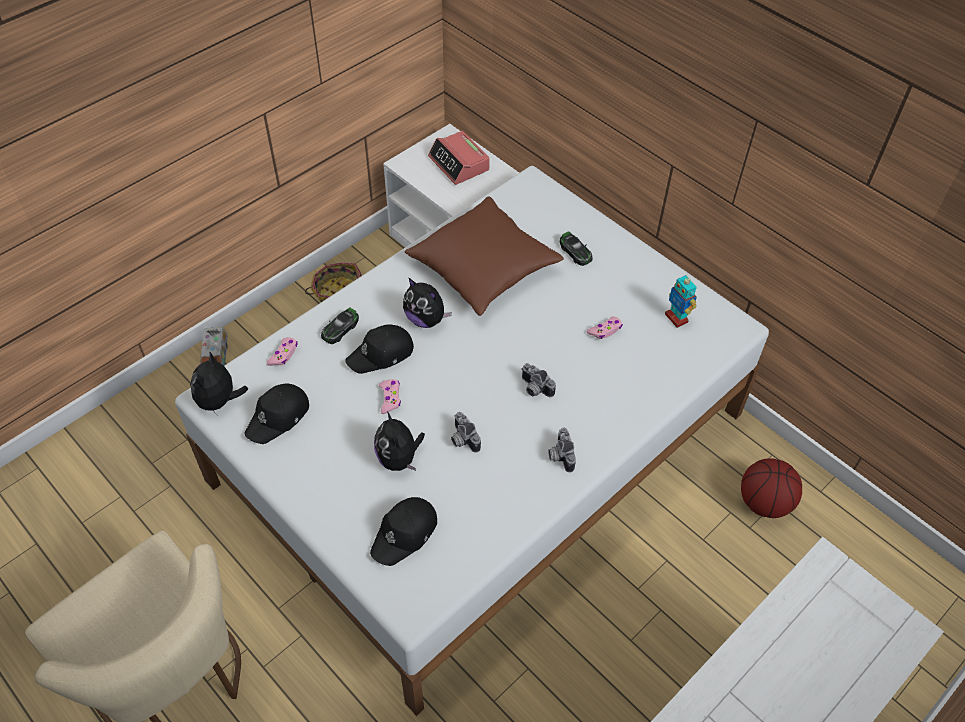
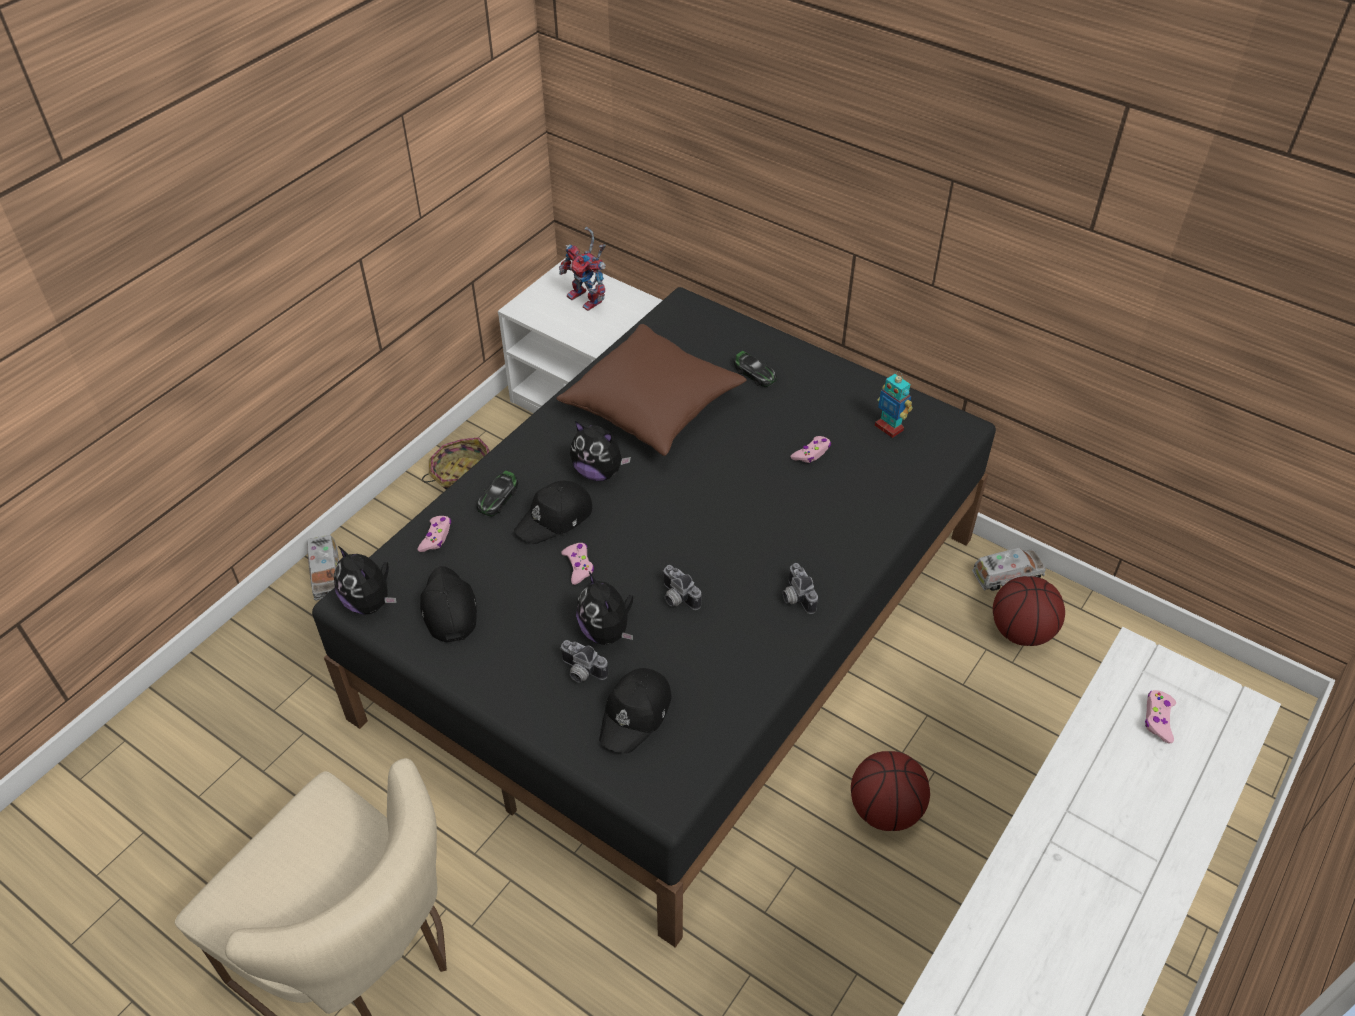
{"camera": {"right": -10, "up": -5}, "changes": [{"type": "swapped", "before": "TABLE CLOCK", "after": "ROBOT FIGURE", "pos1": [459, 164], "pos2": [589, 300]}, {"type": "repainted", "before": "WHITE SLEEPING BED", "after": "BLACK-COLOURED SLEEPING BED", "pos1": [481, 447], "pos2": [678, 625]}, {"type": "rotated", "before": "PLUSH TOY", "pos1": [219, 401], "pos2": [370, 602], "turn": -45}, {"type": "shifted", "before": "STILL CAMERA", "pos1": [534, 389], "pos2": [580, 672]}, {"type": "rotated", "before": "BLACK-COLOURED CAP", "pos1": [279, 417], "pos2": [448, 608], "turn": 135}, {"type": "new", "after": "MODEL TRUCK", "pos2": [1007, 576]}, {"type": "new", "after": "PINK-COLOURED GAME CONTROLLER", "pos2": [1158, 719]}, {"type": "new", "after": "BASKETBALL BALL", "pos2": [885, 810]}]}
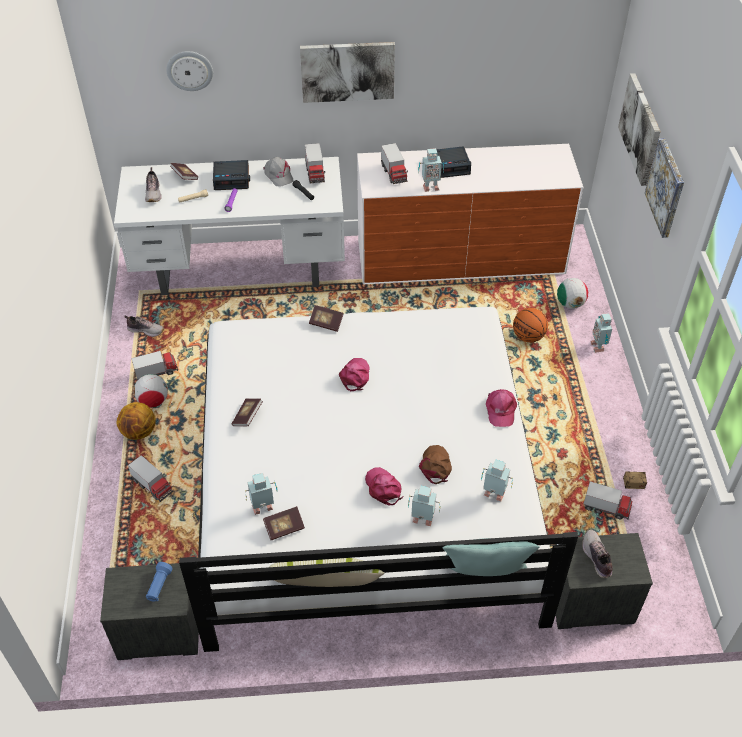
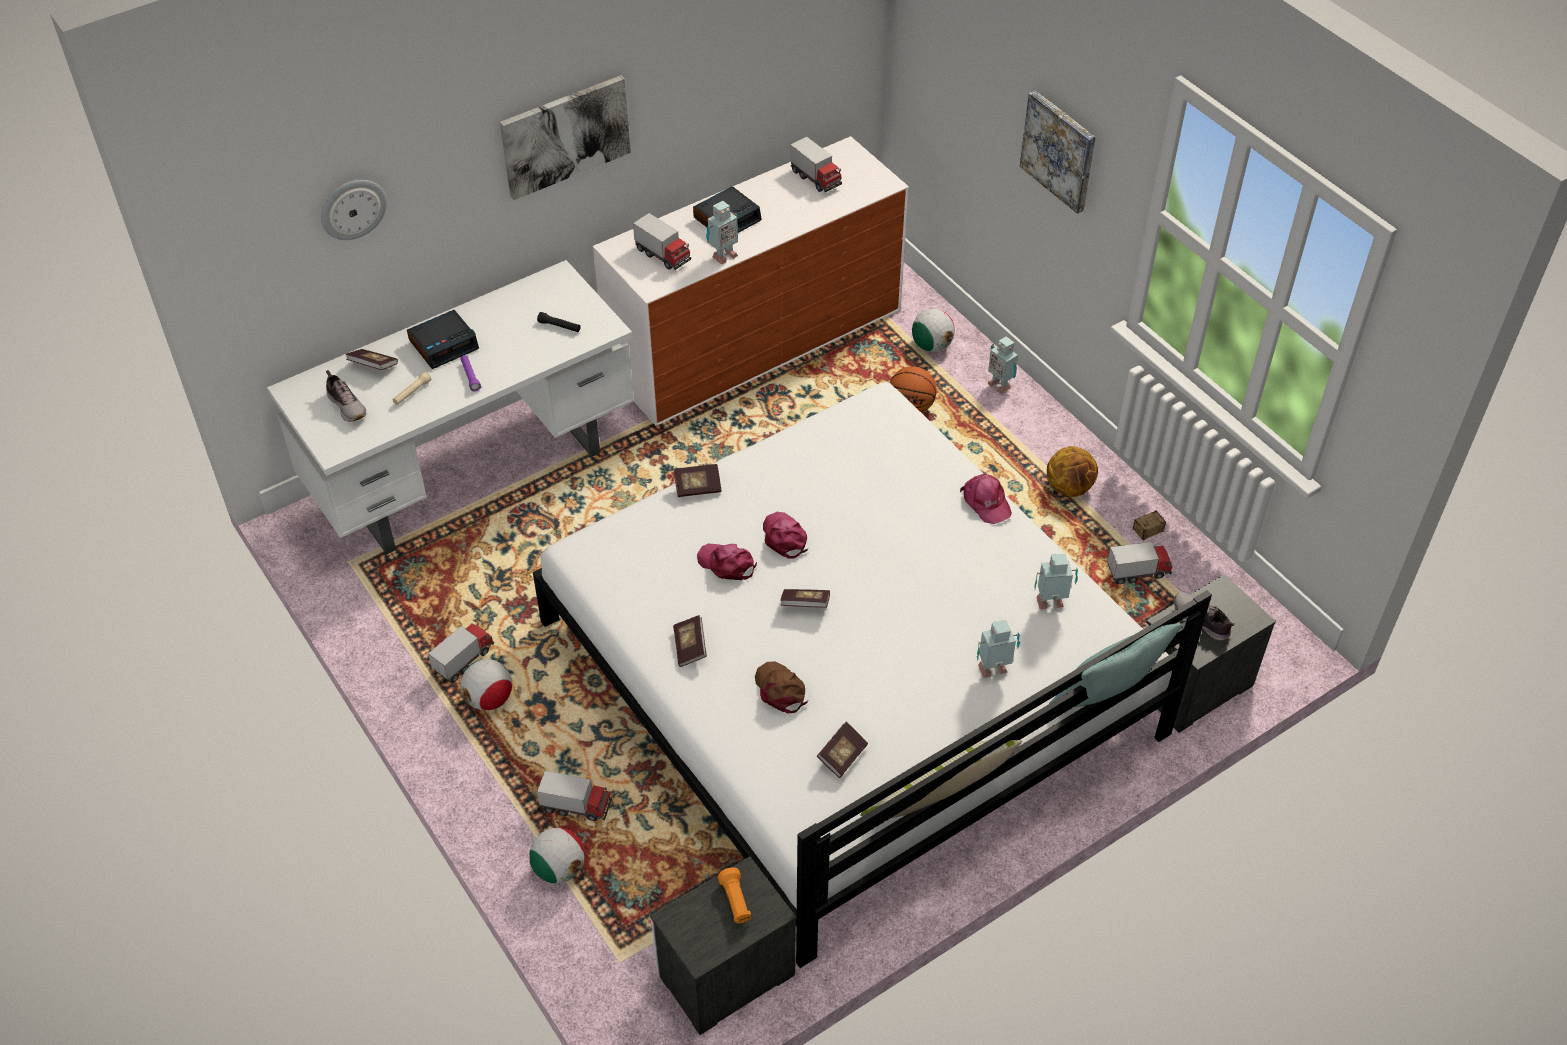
{"camera": {"right": -30, "up": 0}, "changes": [{"type": "gone", "before": "WALL PICTURE", "pos1": [640, 129]}, {"type": "shifted", "before": "MODEL TRUCK", "pos1": [315, 173], "pos2": [815, 178]}, {"type": "gone", "before": "GREY CAP", "pos1": [278, 175]}, {"type": "gone", "before": "LOW SHOE", "pos1": [146, 330]}, {"type": "shifted", "before": "BASKETBALL BALL", "pos1": [139, 432], "pos2": [1070, 488]}, {"type": "shifted", "before": "BROWN CAP", "pos1": [435, 466], "pos2": [780, 690]}, {"type": "shifted", "before": "PINK-COLOURED CAP", "pos1": [383, 488], "pos2": [727, 564]}, {"type": "gone", "before": "ROBOT FIGURE", "pos1": [263, 509]}, {"type": "repainted", "before": "BLUISH TORCH", "after": "ORANGE TORCH", "pos1": [159, 586], "pos2": [735, 902]}, {"type": "new", "after": "BOOK", "pos2": [805, 604]}, {"type": "new", "after": "FOOTBALL", "pos2": [559, 869]}]}
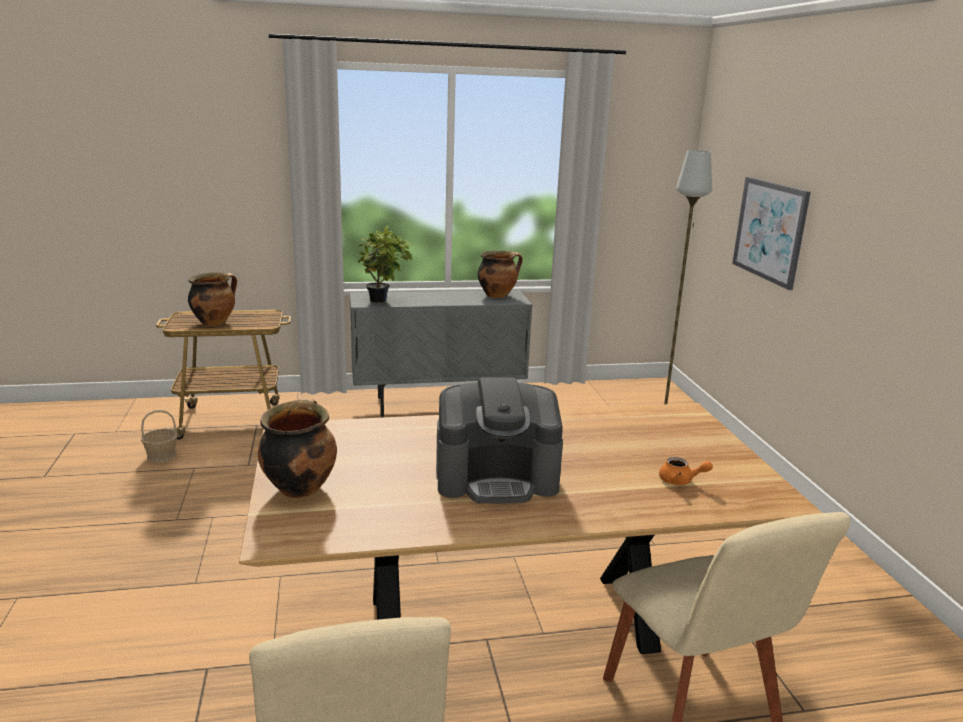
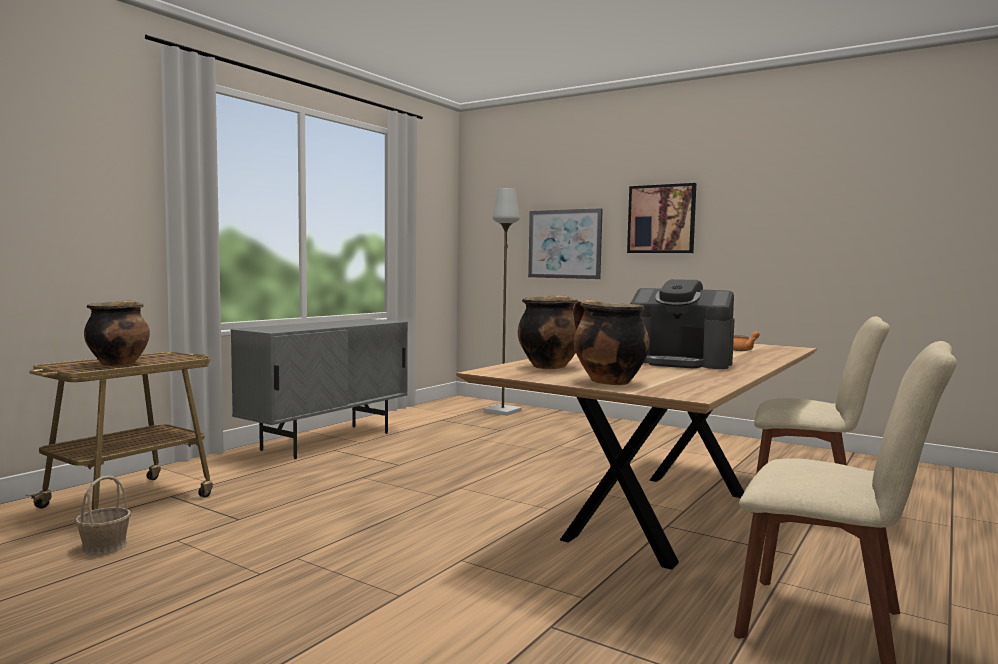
{"camera": {"right": -45, "up": -15}, "changes": [{"type": "gone", "before": "PLANT IN A POT", "pos1": [383, 301]}, {"type": "shifted", "before": "COOKING POT", "pos1": [497, 295], "pos2": [549, 366]}, {"type": "rotated", "before": "COFFEE MAKER", "pos1": [497, 478], "pos2": [679, 362], "turn": 75}, {"type": "new", "after": "WALL PICTURE", "pos2": [661, 219]}]}
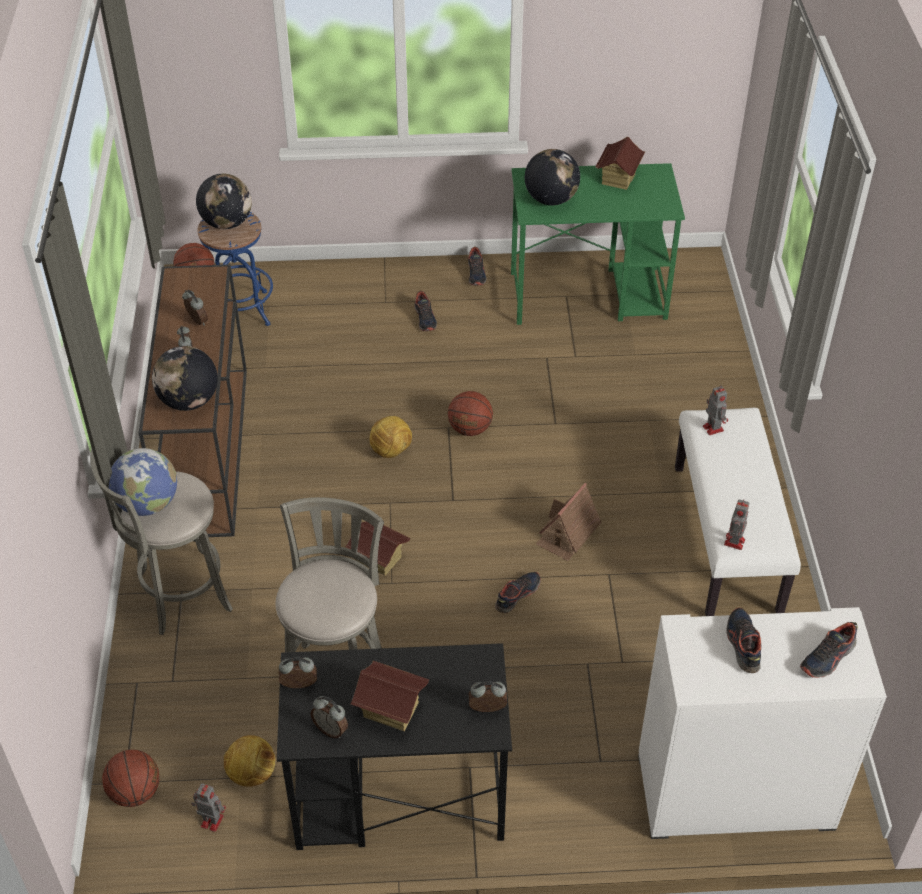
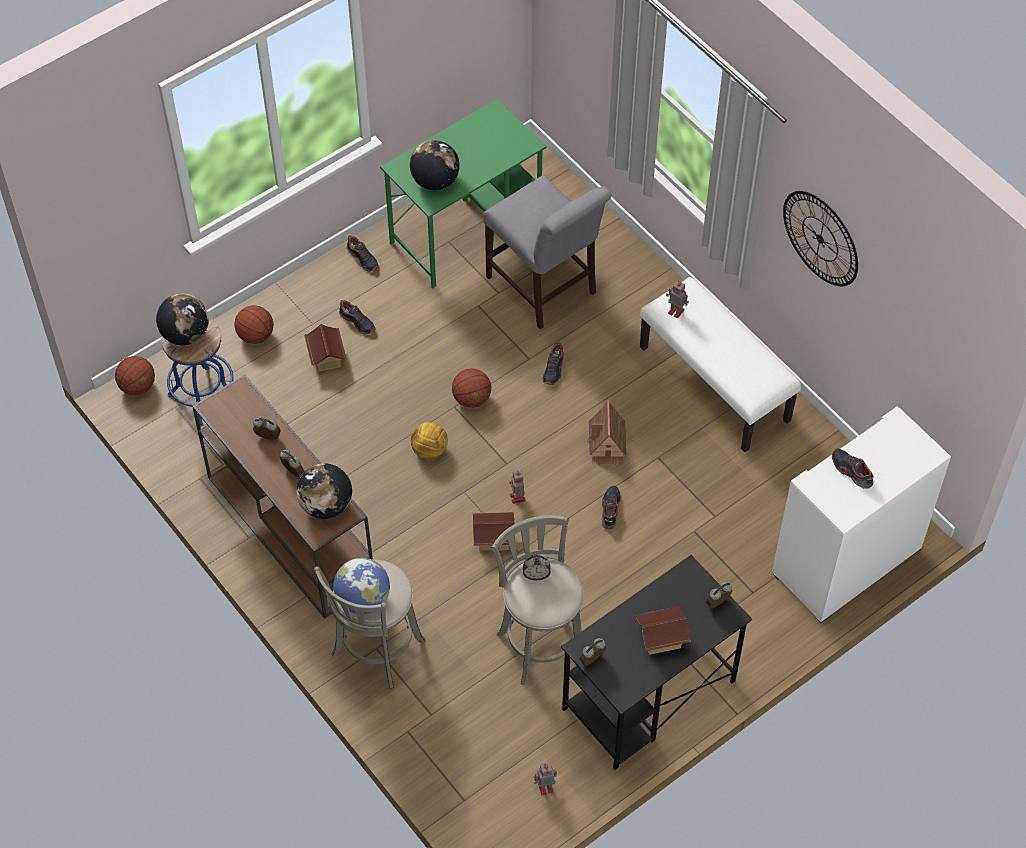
{"camera": {"right": -35, "up": 10}, "changes": [{"type": "shifted", "before": "TOY HOUSE", "pos1": [618, 178], "pos2": [326, 358]}, {"type": "shifted", "before": "ROBOT FIGURE", "pos1": [734, 543], "pos2": [518, 498]}, {"type": "shifted", "before": "LOW SHOE", "pos1": [828, 658], "pos2": [554, 369]}, {"type": "shifted", "before": "TABLE CLOCK", "pos1": [331, 729], "pos2": [536, 575]}, {"type": "gone", "before": "FOOTBALL", "pos1": [252, 774]}, {"type": "shifted", "before": "BASKETBALL BALL", "pos1": [135, 792], "pos2": [256, 336]}, {"type": "new", "after": "GREY CHAIR", "pos2": [544, 289]}, {"type": "new", "after": "CLOCK ON THE WALL", "pos2": [820, 238]}]}
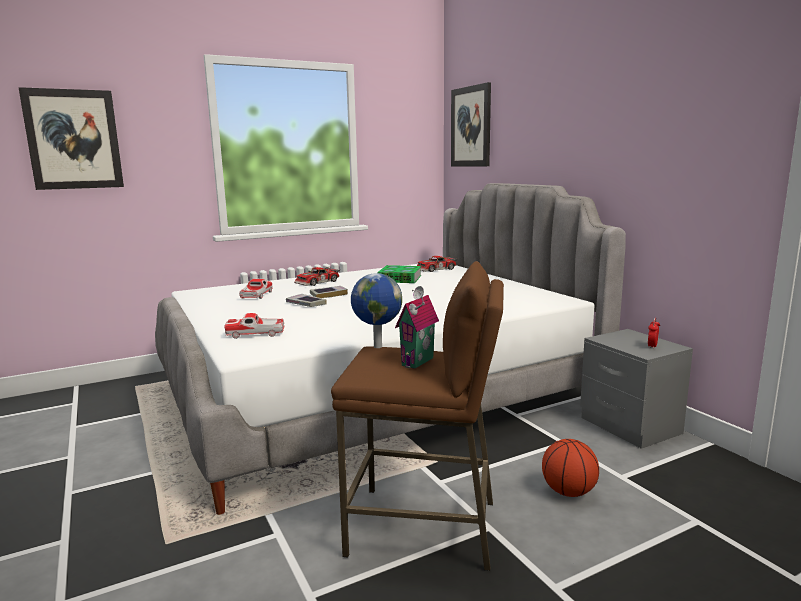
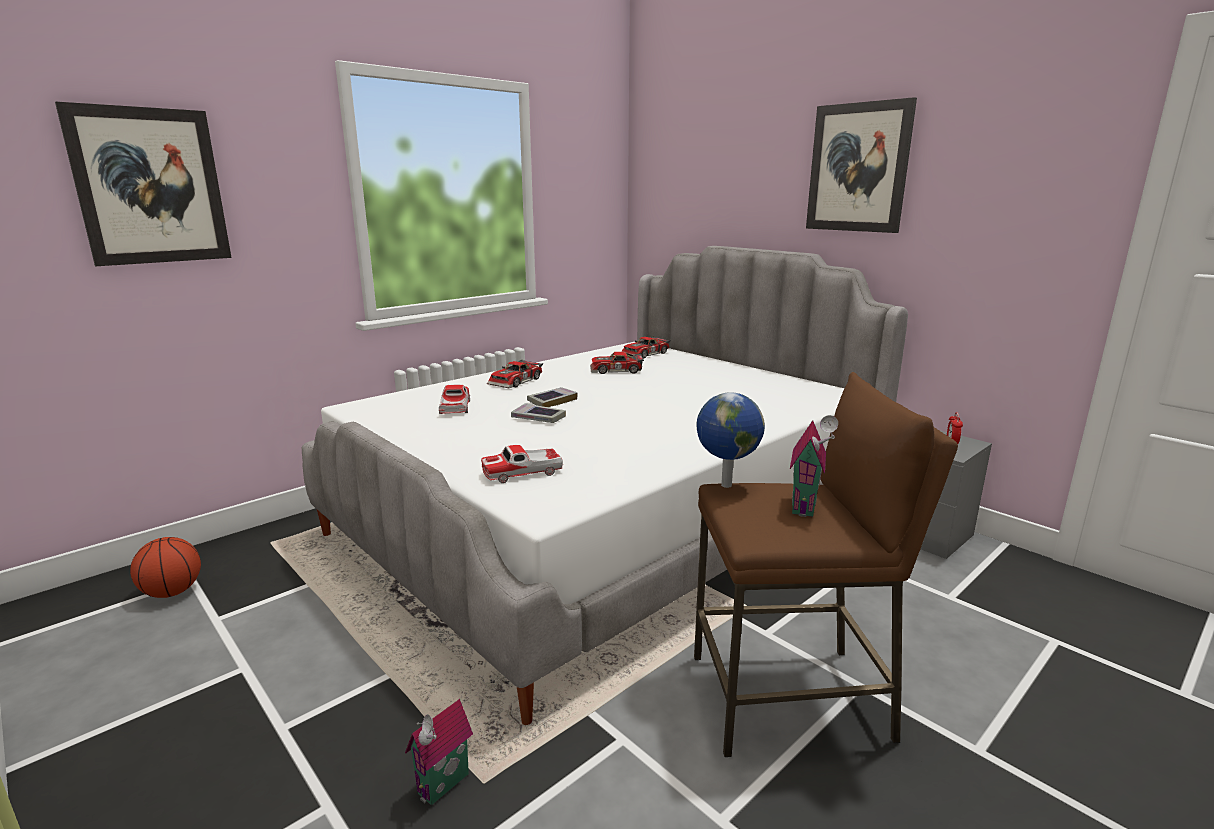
{"camera": {"right": -15, "up": 5}, "changes": [{"type": "shifted", "before": "WALL PICTURE", "pos1": [471, 127], "pos2": [858, 168]}, {"type": "swapped", "before": "BOOK", "after": "MODEL CAR", "pos1": [399, 279], "pos2": [616, 371]}, {"type": "shifted", "before": "BASKETBALL BALL", "pos1": [568, 492], "pos2": [173, 592]}, {"type": "new", "after": "TOY HOUSE", "pos2": [445, 786]}]}
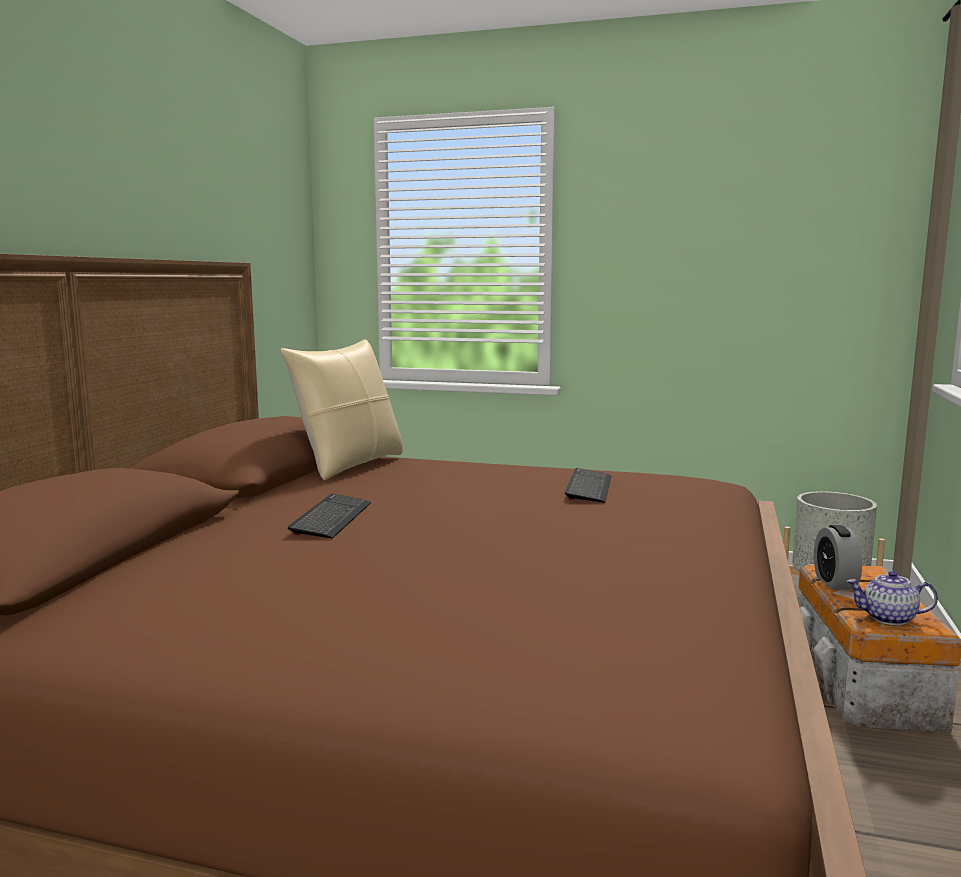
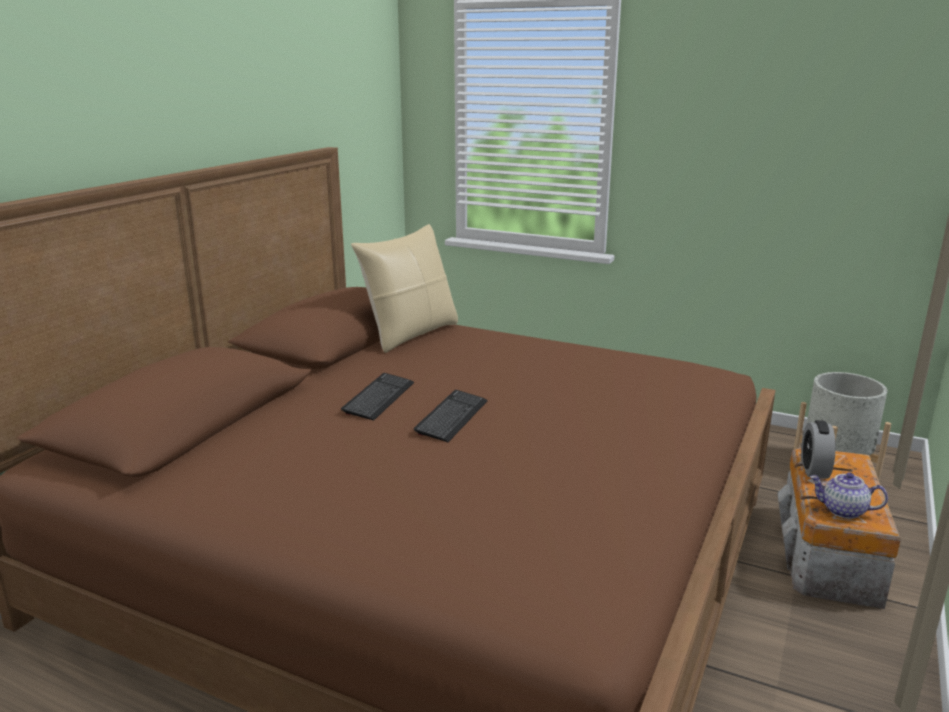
{"camera": {"right": 10, "up": 10}, "changes": [{"type": "shifted", "before": "COMPUTER KEYBOARD", "pos1": [589, 487], "pos2": [452, 417]}]}
